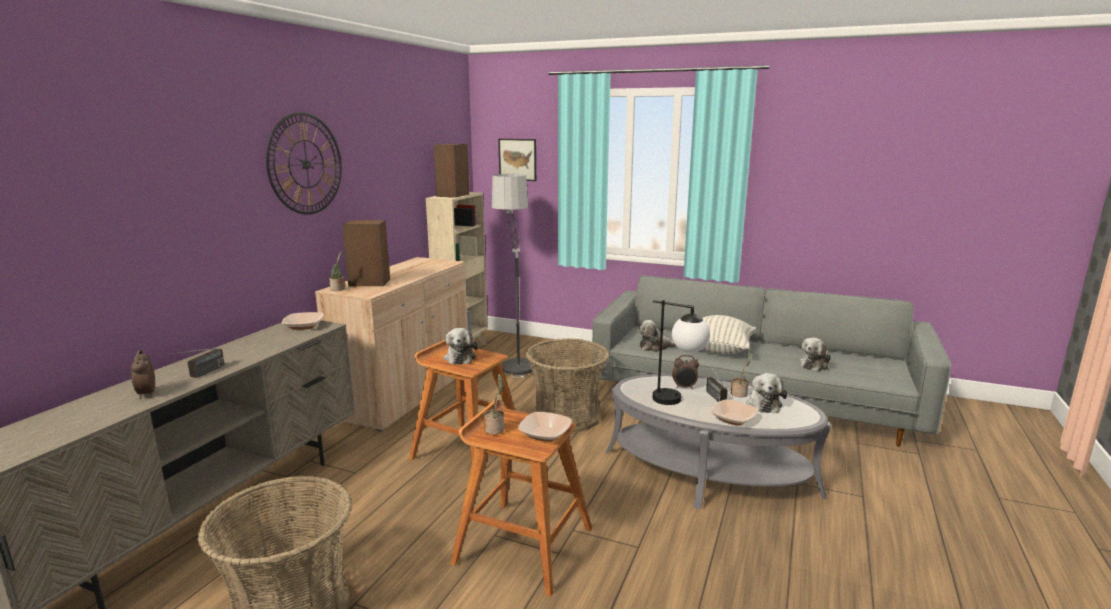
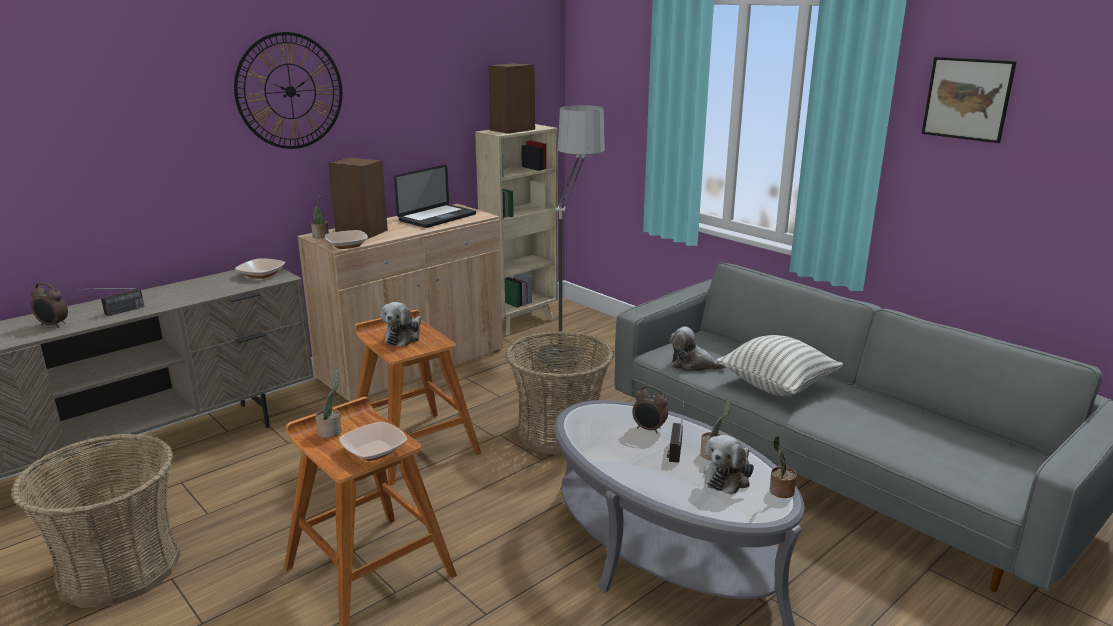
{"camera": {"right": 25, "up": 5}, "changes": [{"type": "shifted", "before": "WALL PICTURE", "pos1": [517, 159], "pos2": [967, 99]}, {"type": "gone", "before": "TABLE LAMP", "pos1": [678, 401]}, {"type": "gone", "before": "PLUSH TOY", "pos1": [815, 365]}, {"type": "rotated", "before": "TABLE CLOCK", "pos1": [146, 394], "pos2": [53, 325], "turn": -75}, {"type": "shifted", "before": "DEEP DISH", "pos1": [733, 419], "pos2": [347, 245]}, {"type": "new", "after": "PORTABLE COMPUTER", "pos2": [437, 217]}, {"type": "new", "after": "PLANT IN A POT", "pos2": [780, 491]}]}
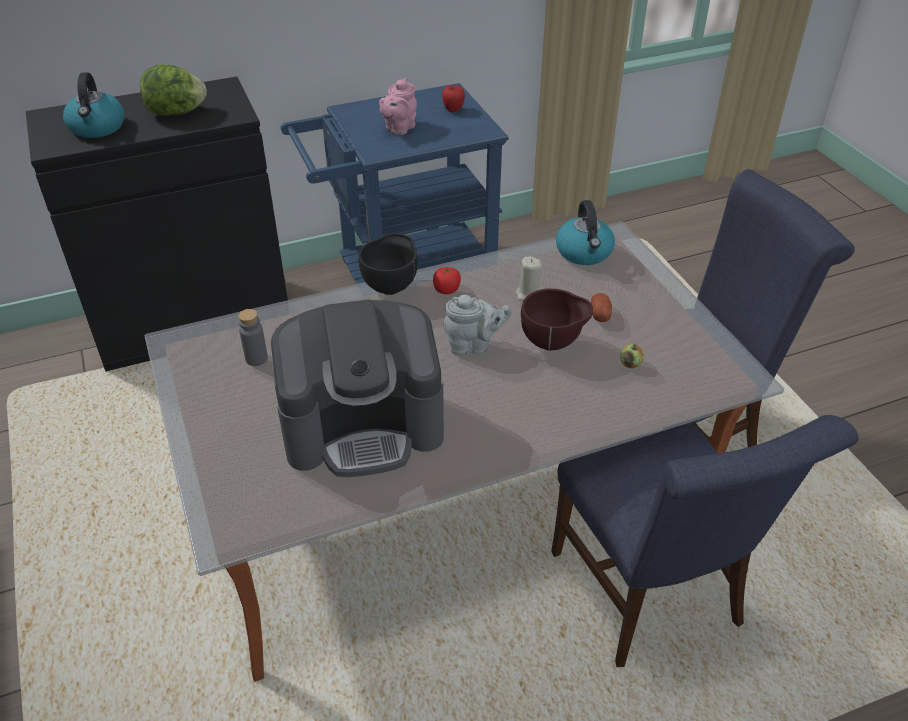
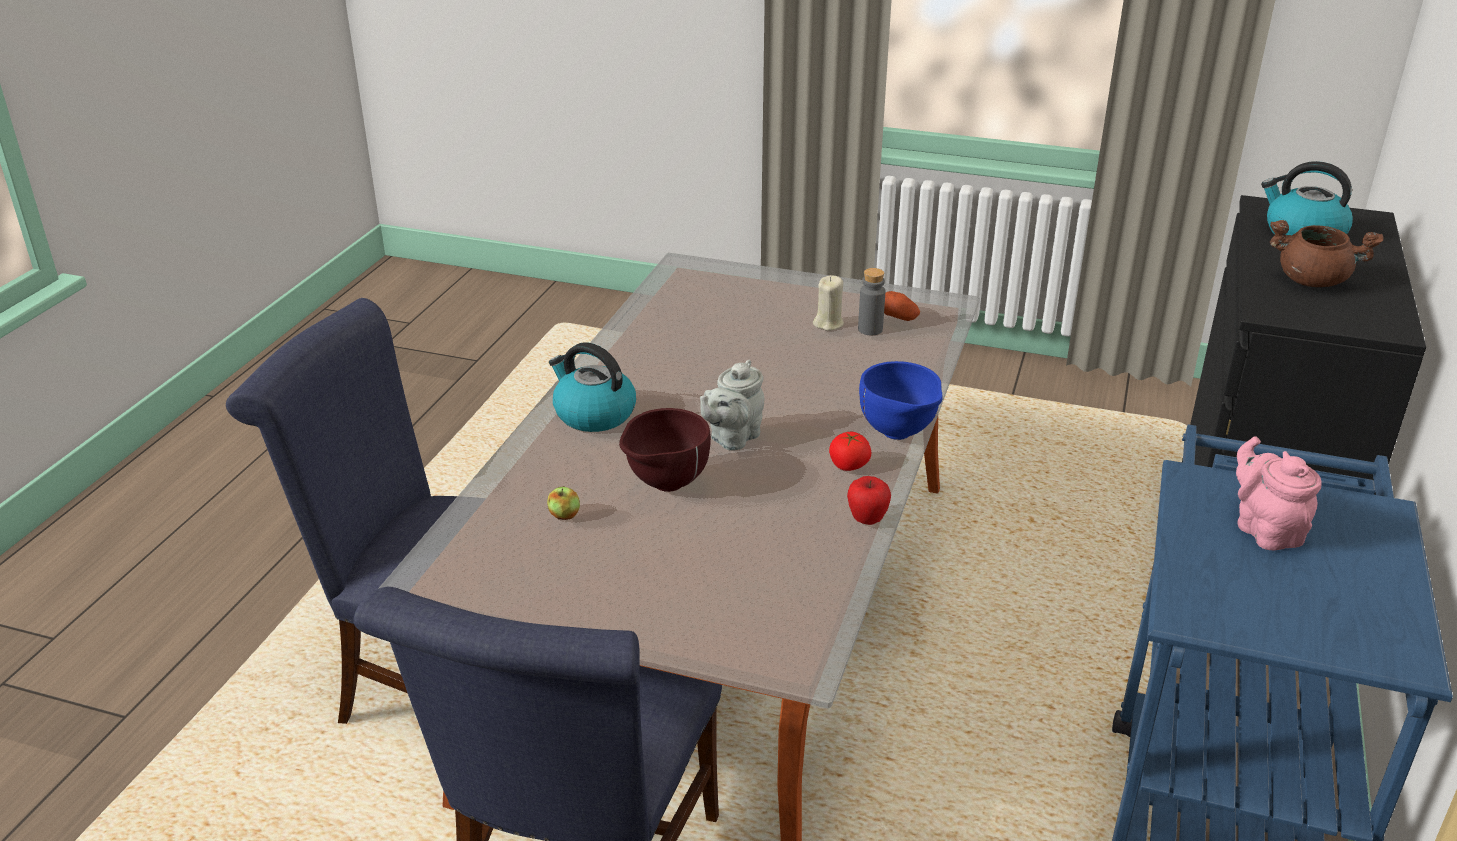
{"camera": {"right": 130, "up": -10}, "changes": [{"type": "swapped", "before": "HEAD OF LETTUCE", "after": "BROWN COOKING POT", "pos1": [176, 112], "pos2": [1312, 280]}, {"type": "shifted", "before": "WHOLE APPLE", "pos1": [453, 110], "pos2": [867, 520]}, {"type": "shifted", "before": "WATER KETTLE", "pos1": [584, 252], "pos2": [593, 414]}, {"type": "repainted", "before": "BLACK-COLOURED DEEP DISH", "after": "BLUISH DEEP DISH", "pos1": [391, 287], "pos2": [899, 435]}, {"type": "shifted", "before": "BEIGE-COLOURED WAX LIGHT", "pos1": [528, 294], "pos2": [828, 323]}, {"type": "shifted", "before": "WHOLE POTATO", "pos1": [599, 314], "pos2": [898, 317]}, {"type": "gone", "before": "COFFEE MAKER", "pos1": [363, 425]}]}
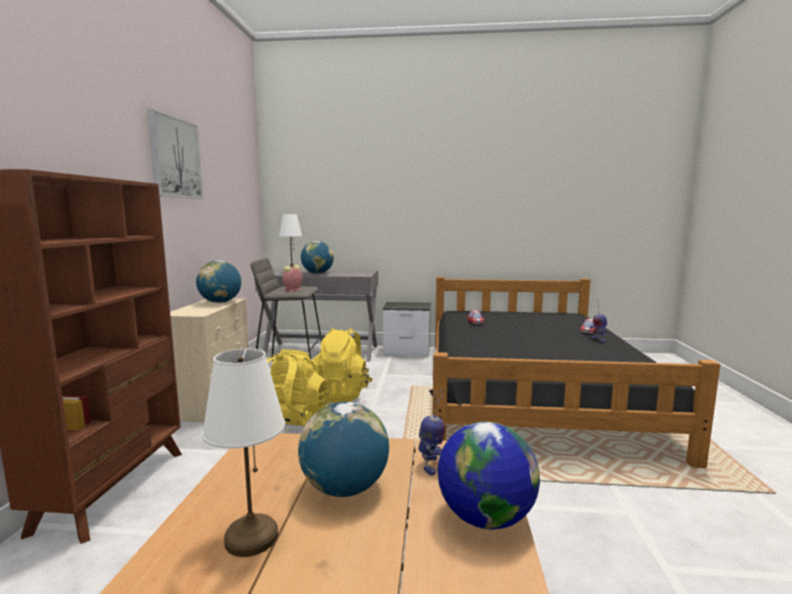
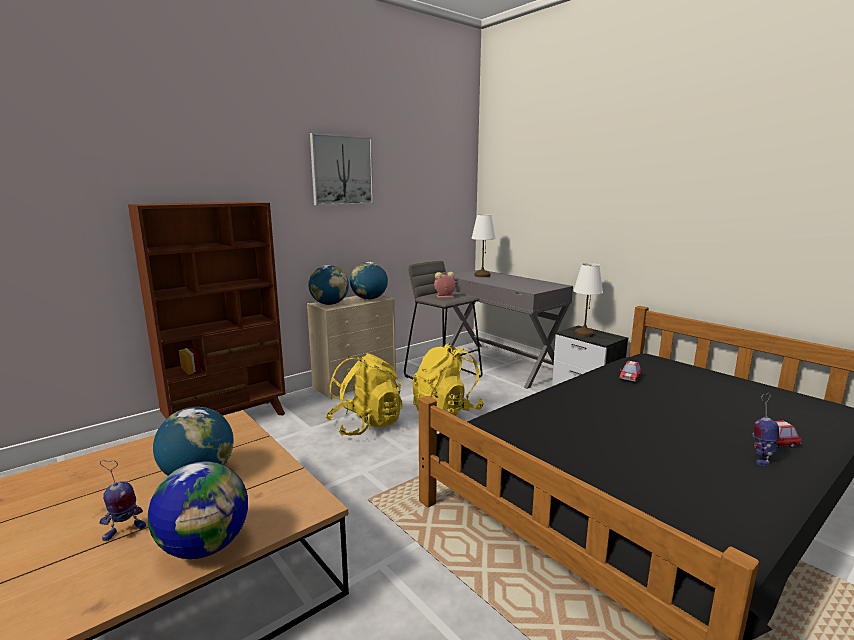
{"camera": {"right": 45, "up": 5}, "changes": [{"type": "shifted", "before": "DESK GLOBE", "pos1": [317, 273], "pos2": [329, 304]}, {"type": "shifted", "before": "WHITE TABLE LAMP", "pos1": [250, 538], "pos2": [583, 334]}, {"type": "shifted", "before": "ROBOT FIGURE", "pos1": [431, 465], "pos2": [124, 531]}]}
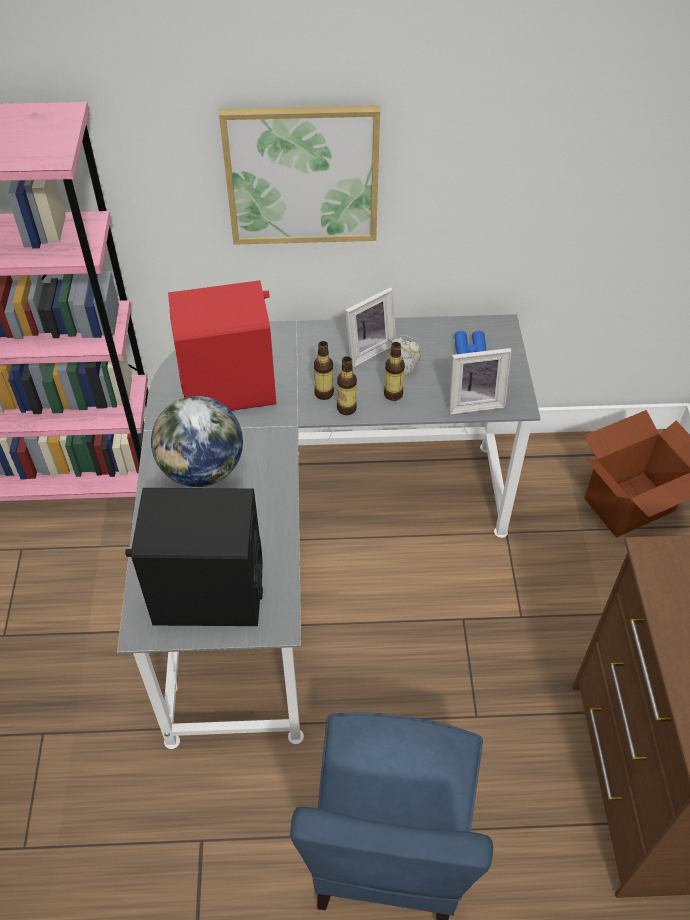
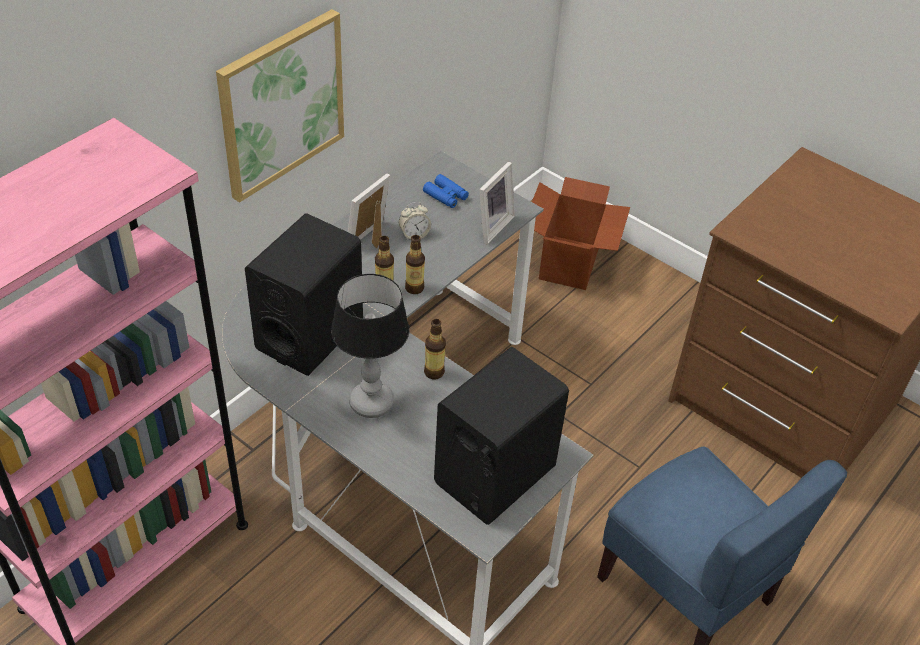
{"camera": {"right": -50, "up": -5}, "changes": [{"type": "repainted", "before": "REDDISH SPEAKER", "after": "BLACK-COLOURED SPEAKER", "pos1": [229, 389], "pos2": [310, 334]}, {"type": "rotated", "before": "PICTURE FRAME", "pos1": [367, 349], "pos2": [372, 238], "turn": -150}, {"type": "shifted", "before": "BOTTLE", "pos1": [393, 394], "pos2": [434, 372]}, {"type": "swapped", "before": "DESK GLOBE", "after": "TABLE LAMP", "pos1": [202, 470], "pos2": [372, 403]}]}
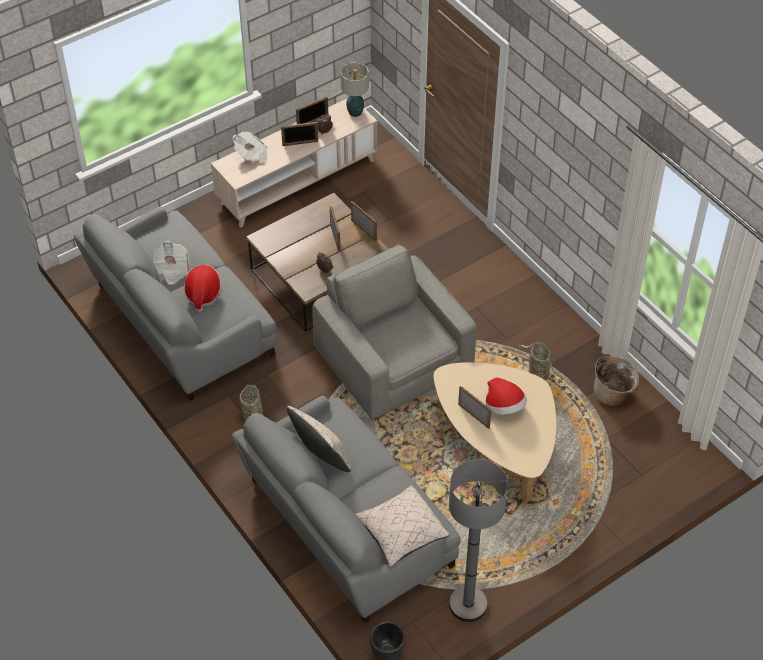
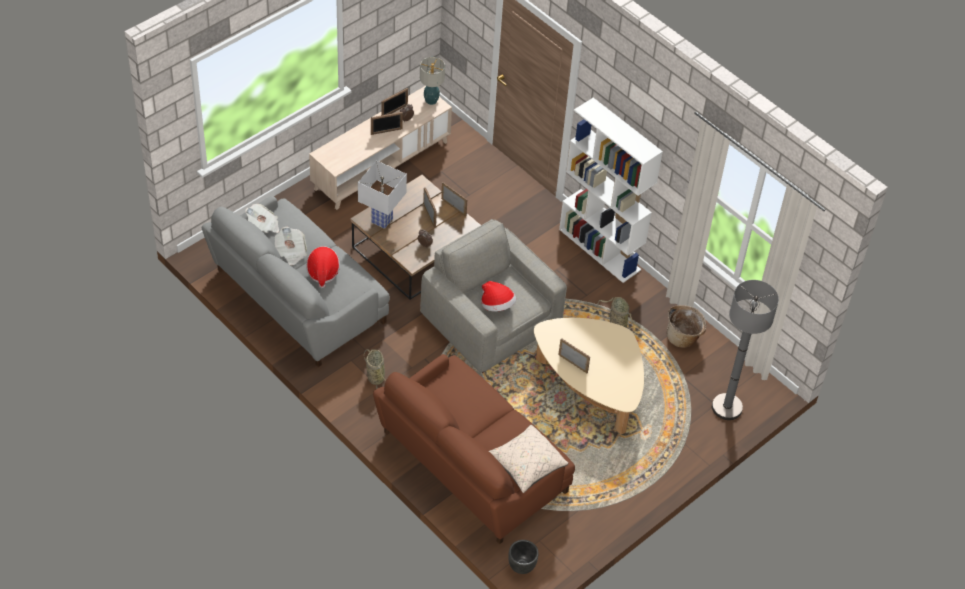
{"camera": {"right": -10, "up": 0}, "changes": [{"type": "shifted", "before": "NEWSPAPER", "pos1": [252, 155], "pos2": [263, 225]}, {"type": "shifted", "before": "HAT", "pos1": [504, 407], "pos2": [497, 305]}, {"type": "repainted", "before": "GREY COUCH", "after": "BROWN COUCH", "pos1": [346, 524], "pos2": [471, 463]}, {"type": "gone", "before": "BEIGE-COLOURED PILLOW", "pos1": [321, 456]}, {"type": "shifted", "before": "GREY STANDARD LAMP", "pos1": [468, 604], "pos2": [727, 407]}, {"type": "new", "after": "WHITE BOOKSHELF", "pos2": [600, 249]}, {"type": "new", "after": "WHITE TABLE LAMP", "pos2": [382, 220]}]}
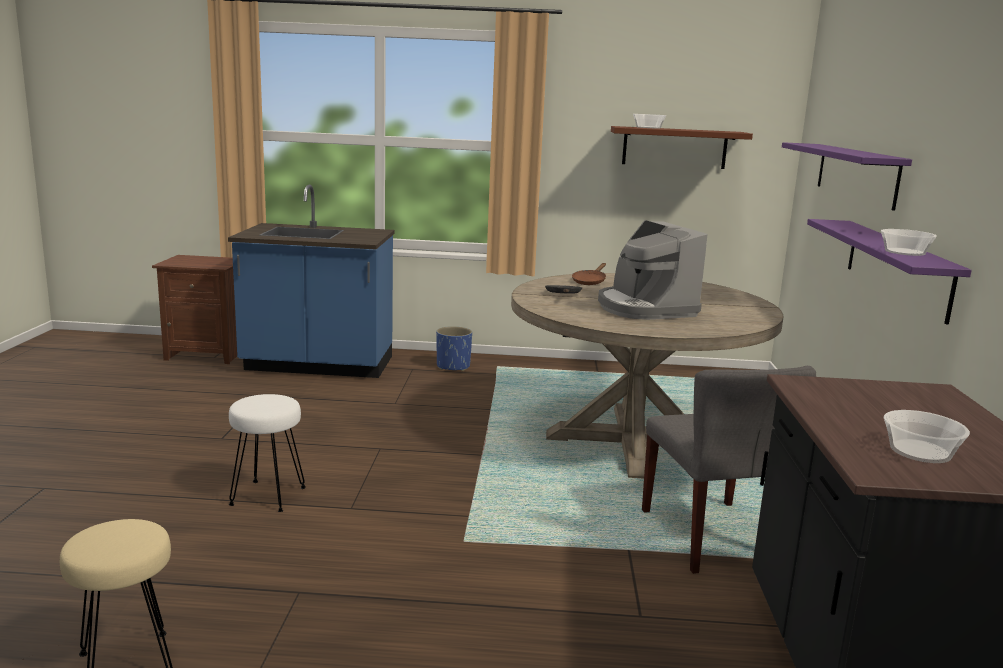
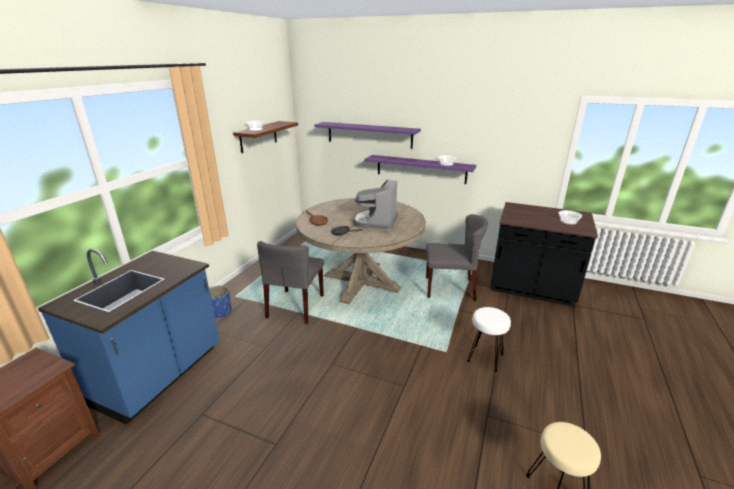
{"camera": {"right": -70, "up": 10}, "changes": [{"type": "rotated", "before": "COFFEE MAKER", "pos1": [644, 308], "pos2": [376, 222], "turn": 105}, {"type": "shifted", "before": "WHITE STOOL", "pos1": [268, 495], "pos2": [484, 357]}, {"type": "new", "after": "GREY CHAIR", "pos2": [296, 306]}]}
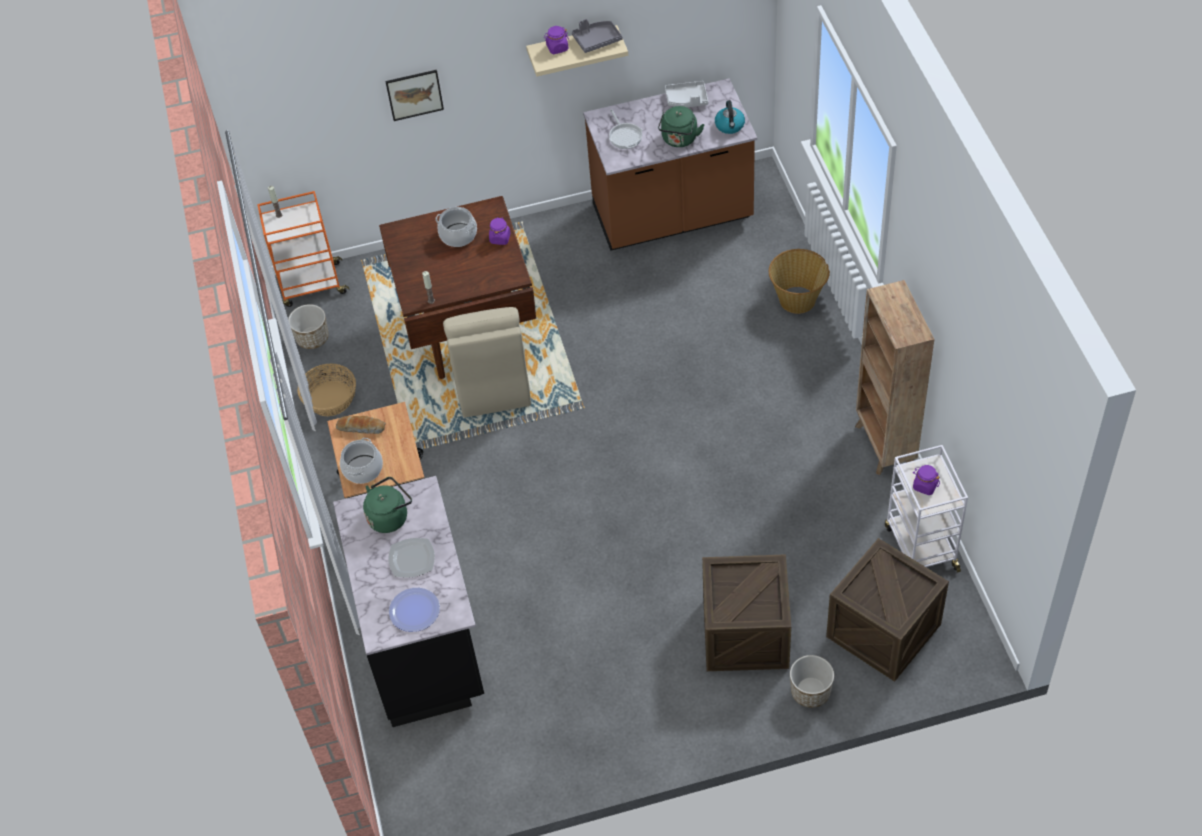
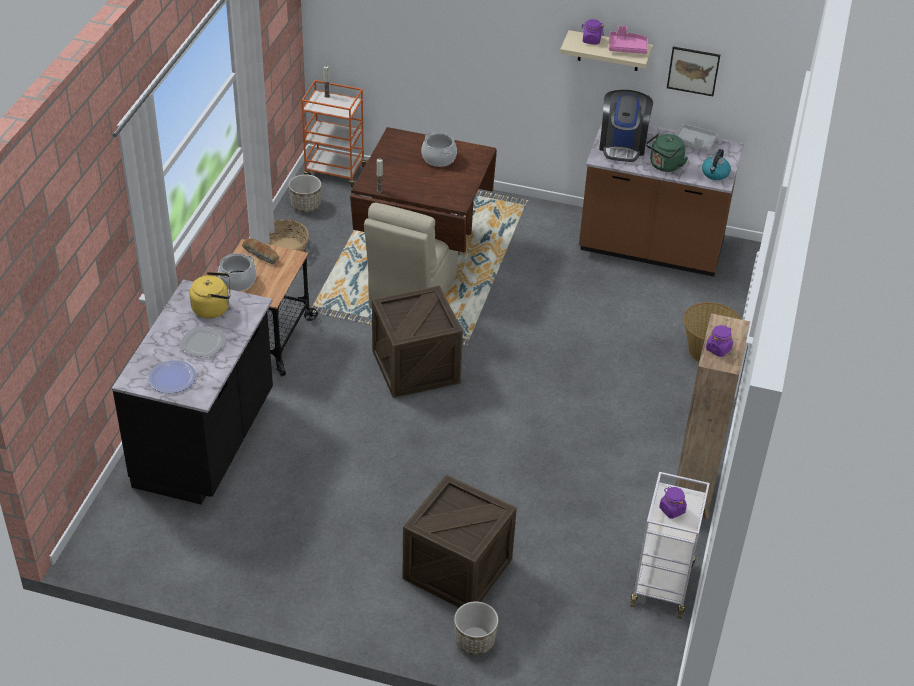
{"camera": {"right": 25, "up": -10}, "changes": [{"type": "repainted", "before": "GREY CARRYING TRAY", "after": "PINK-COLOURED CARRYING TRAY", "pos1": [596, 40], "pos2": [627, 48]}, {"type": "shifted", "before": "WALL PICTURE", "pos1": [414, 94], "pos2": [693, 71]}, {"type": "swapped", "before": "SKILLET", "after": "COFFEE MAKER", "pos1": [625, 136], "pos2": [622, 145]}, {"type": "shifted", "before": "PURPLE-COLOURED STORAGE JAR", "pos1": [500, 238], "pos2": [718, 349]}, {"type": "repainted", "before": "GREENISH WATER KETTLE", "after": "YELLOW WATER KETTLE", "pos1": [390, 516], "pos2": [213, 308]}, {"type": "shifted", "before": "CRATE", "pos1": [883, 630], "pos2": [416, 367]}]}
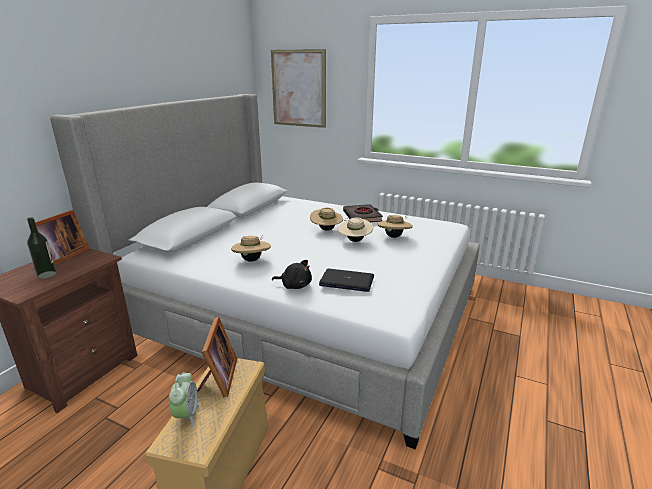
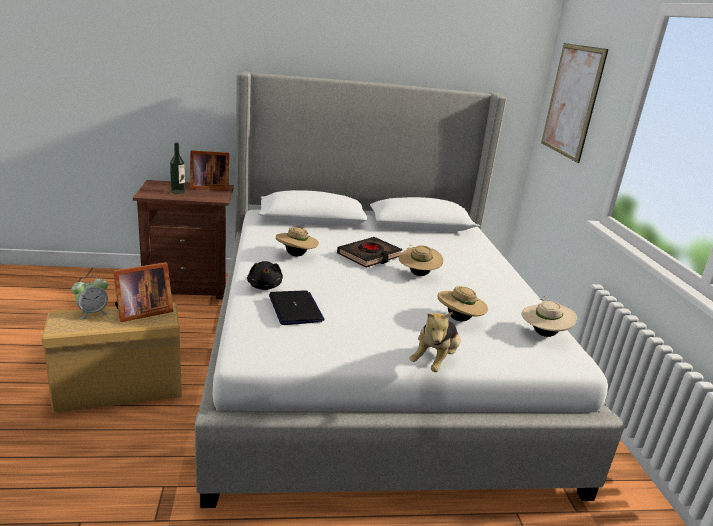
{"camera": {"right": 55, "up": 0}, "changes": [{"type": "shifted", "before": "BLACK-COLOURED BOOK", "pos1": [362, 217], "pos2": [369, 256]}, {"type": "shifted", "before": "BEIGE-COLOURED HAT", "pos1": [354, 240], "pos2": [543, 334]}, {"type": "new", "after": "PLUSH TOY", "pos2": [435, 361]}]}
